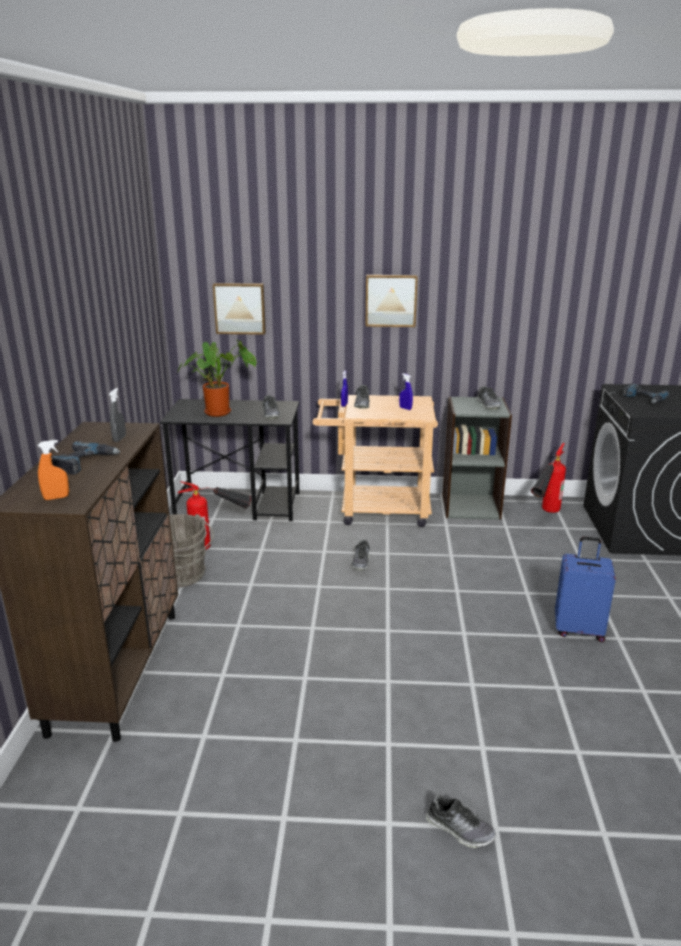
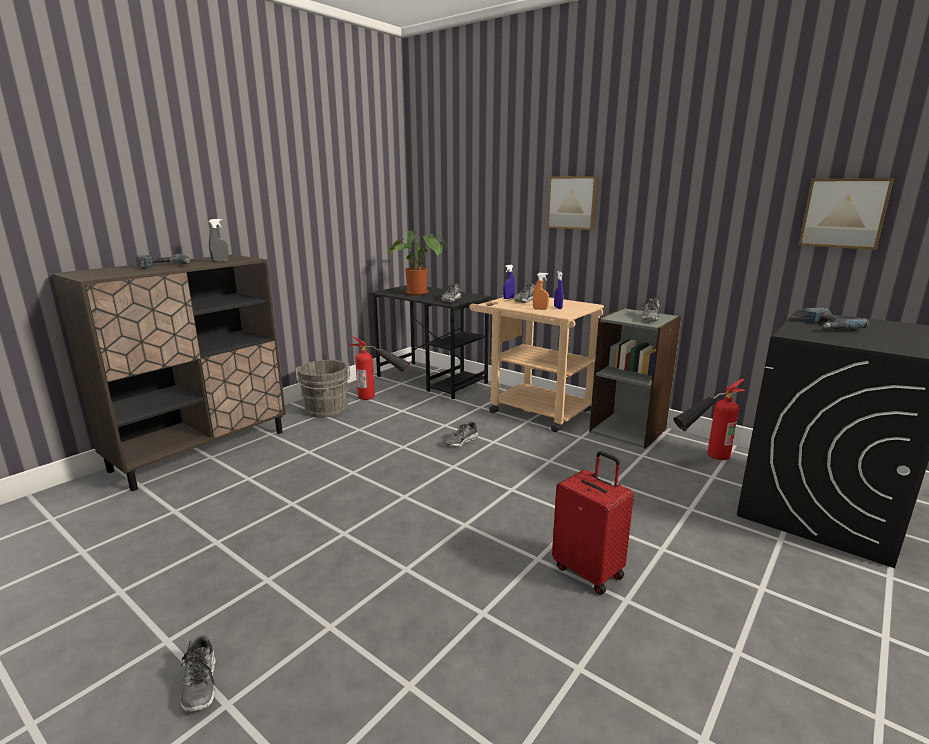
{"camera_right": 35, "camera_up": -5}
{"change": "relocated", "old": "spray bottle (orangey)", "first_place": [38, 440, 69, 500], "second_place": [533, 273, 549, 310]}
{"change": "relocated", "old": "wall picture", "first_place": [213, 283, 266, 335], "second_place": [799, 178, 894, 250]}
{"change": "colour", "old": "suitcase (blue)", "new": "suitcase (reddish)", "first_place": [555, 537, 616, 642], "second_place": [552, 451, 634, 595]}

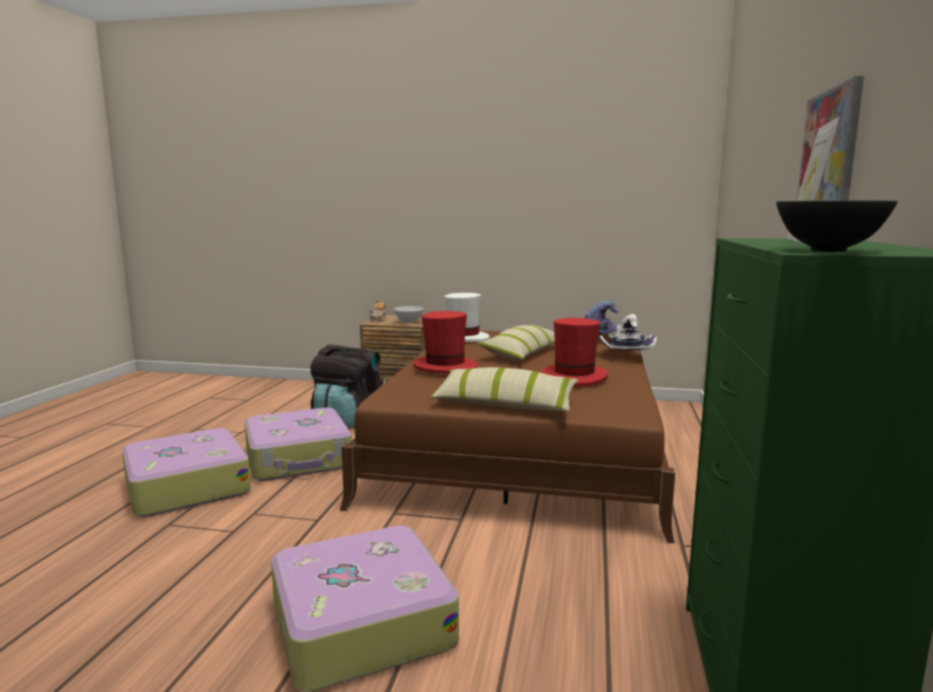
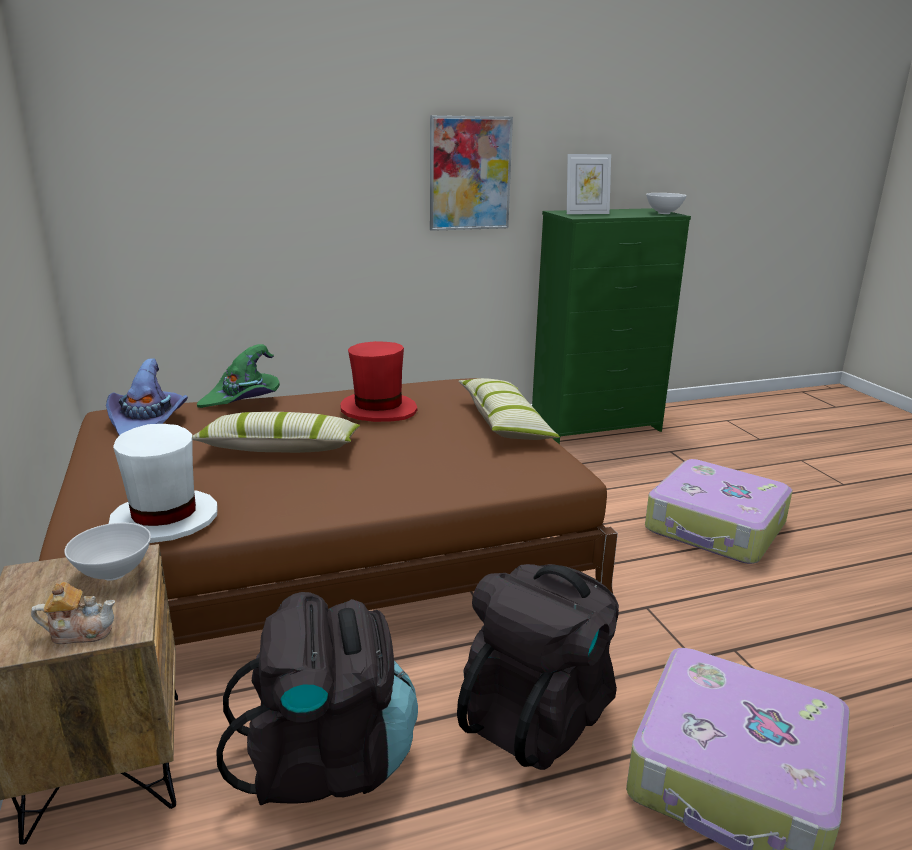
{"camera_right": -120, "camera_up": 10}
{"change": "exchanged", "old": "suitcase", "new": "knapsack (blackish)", "first_place": [244, 407, 352, 481], "second_place": [457, 564, 619, 770]}
{"change": "missing", "old": "clothing hat (reddish)", "first_place": [413, 311, 477, 374]}
{"change": "colour", "old": "clothing hat (white-coloured)", "new": "clothing hat (green)", "first_place": [600, 314, 657, 350], "second_place": [197, 344, 280, 408]}
{"change": "colour", "old": "deep dish (blackish)", "new": "deep dish (white-coloured)", "first_place": [776, 201, 897, 252], "second_place": [646, 193, 687, 214]}

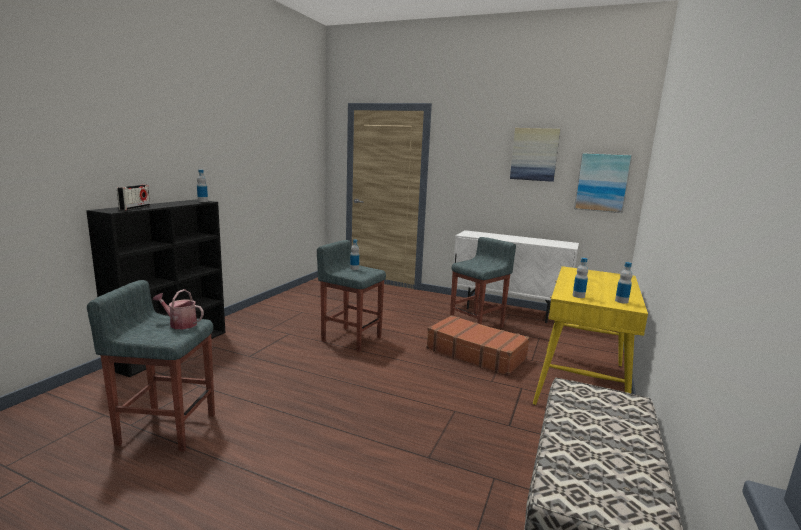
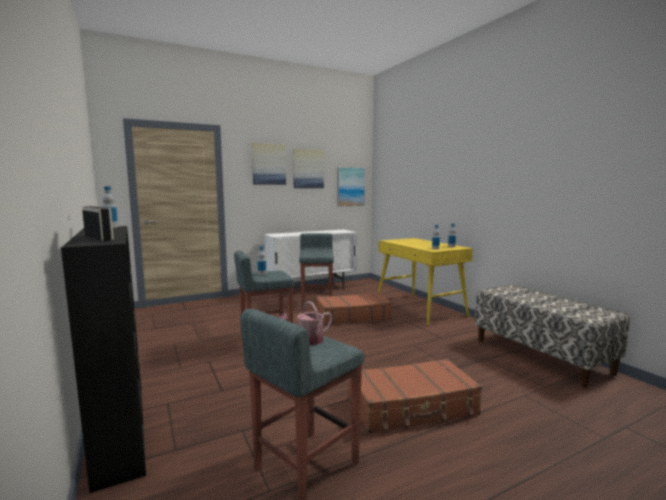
{"camera_right": -50, "camera_up": -5}
{"change": "appeared", "new": "wall picture", "second_place": [252, 143, 286, 185]}
{"change": "appeared", "new": "suitcase (brown-coloured)", "second_place": [348, 359, 482, 433]}

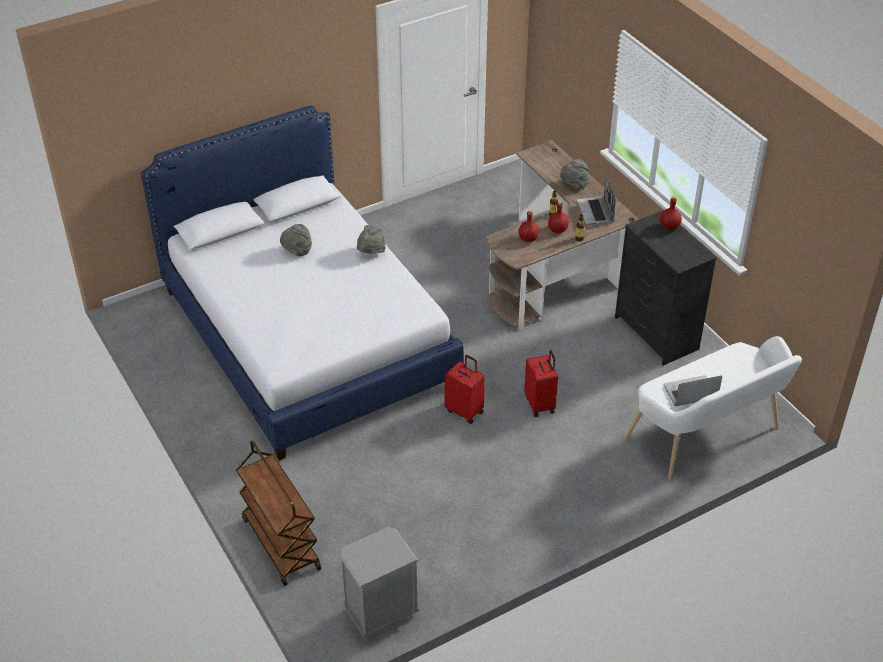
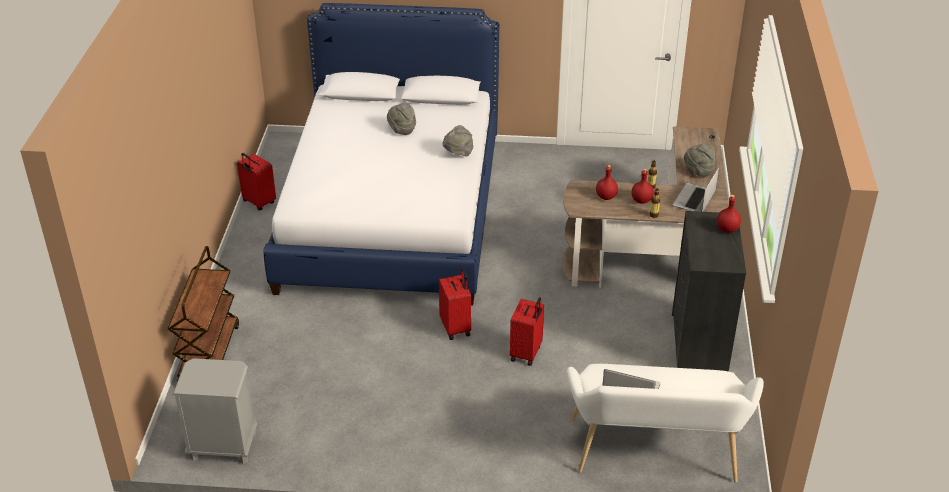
{"camera_right": 35, "camera_up": -5}
{"change": "appeared", "new": "suitcase (reddish)", "second_place": [237, 153, 276, 210]}

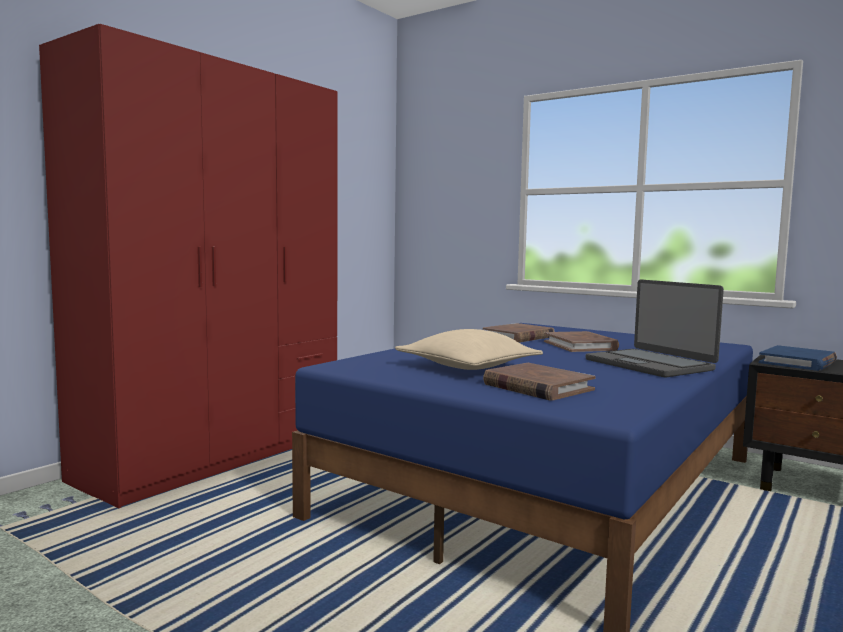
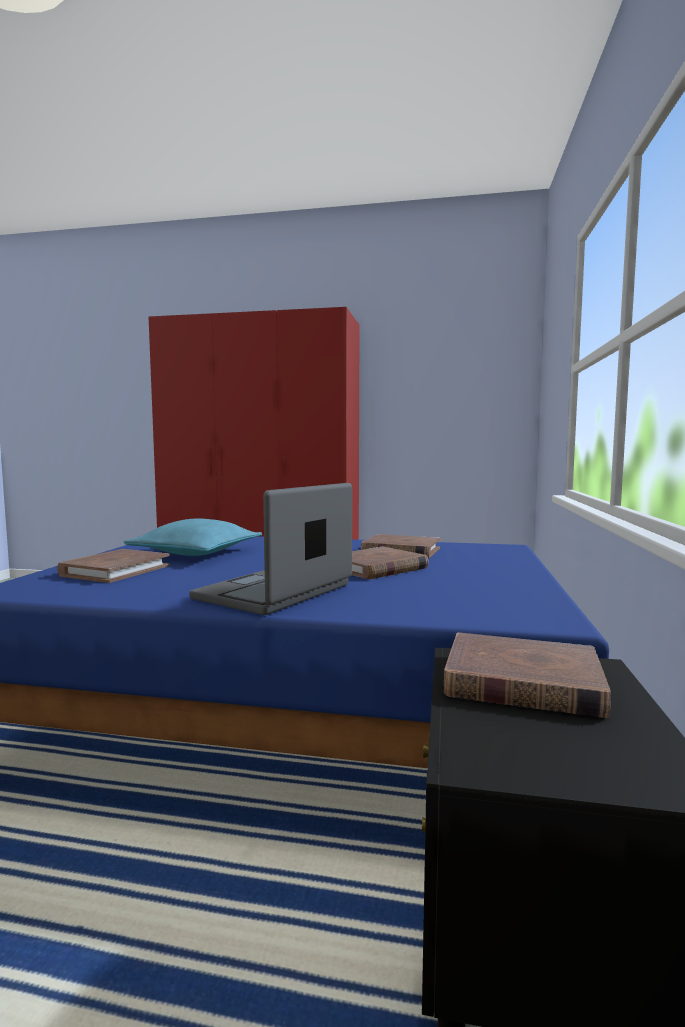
{"camera_right": 65, "camera_up": 0}
{"change": "colour", "old": "cushion (beige-coloured)", "new": "cushion (blue-green)", "first_place": [395, 329, 543, 370], "second_place": [123, 518, 262, 556]}
{"change": "colour", "old": "bound book (blue)", "new": "bound book (brown-coloured)", "first_place": [759, 345, 837, 371], "second_place": [444, 632, 611, 718]}

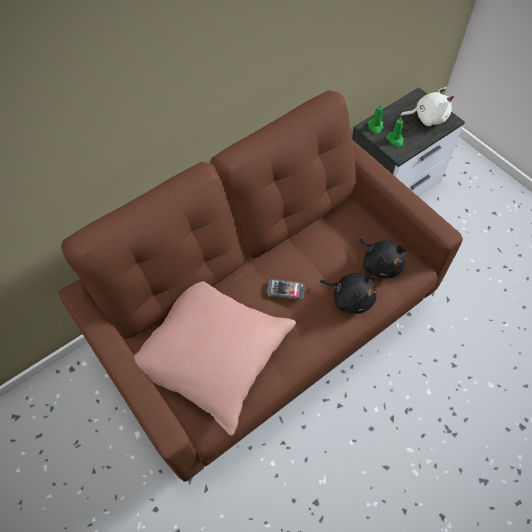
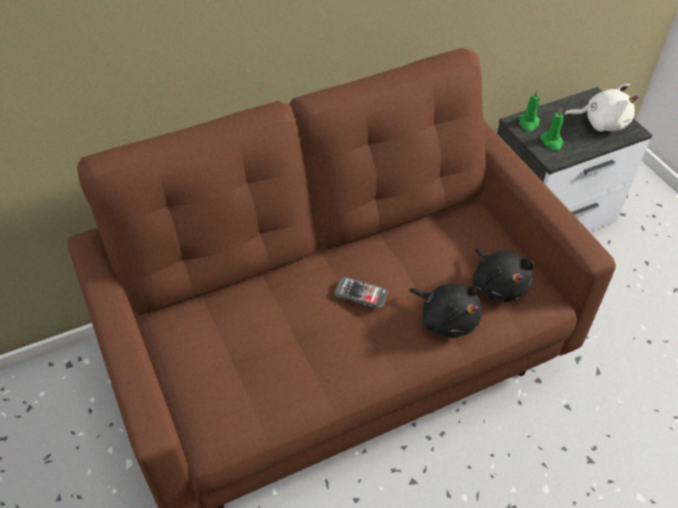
{"camera_right": 10, "camera_up": -10}
{"change": "missing", "old": "cushion (pink)", "first_place": [134, 281, 296, 436]}

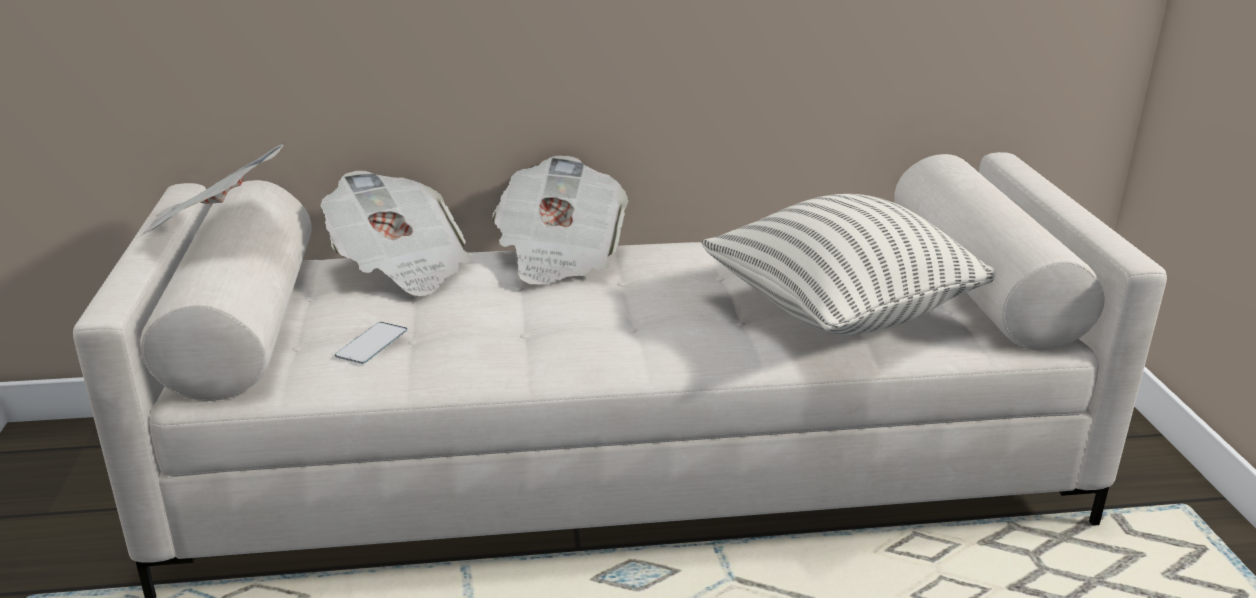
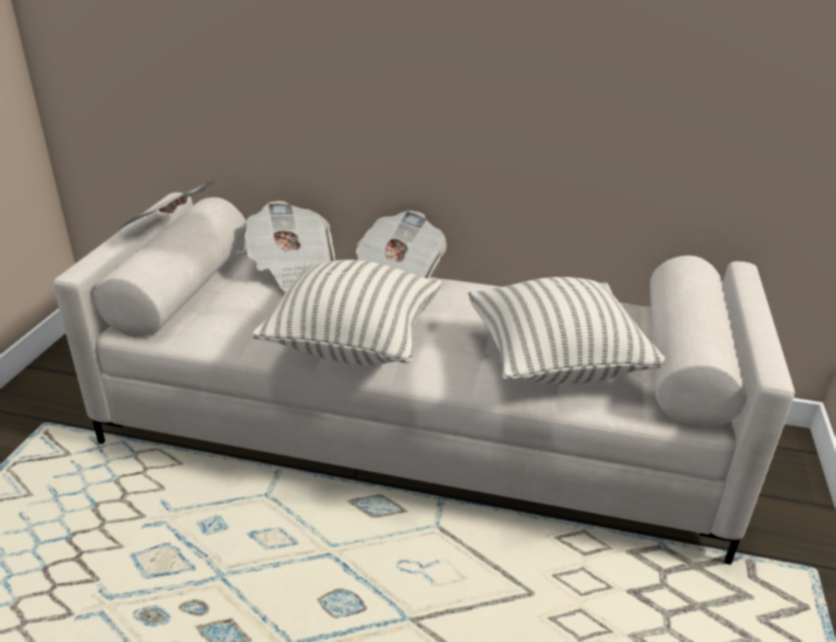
{"camera_right": 20, "camera_up": 5}
{"change": "missing", "old": "handset", "first_place": [335, 322, 407, 364]}
{"change": "appeared", "new": "cushion", "second_place": [252, 260, 442, 365]}

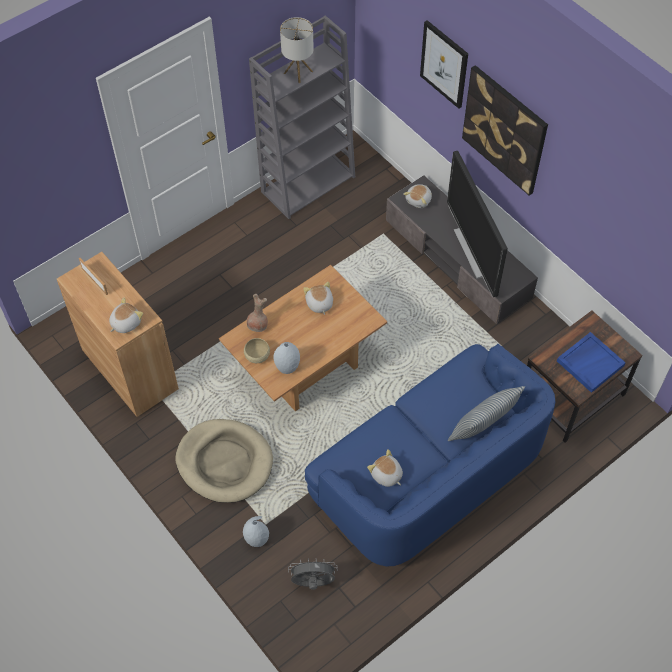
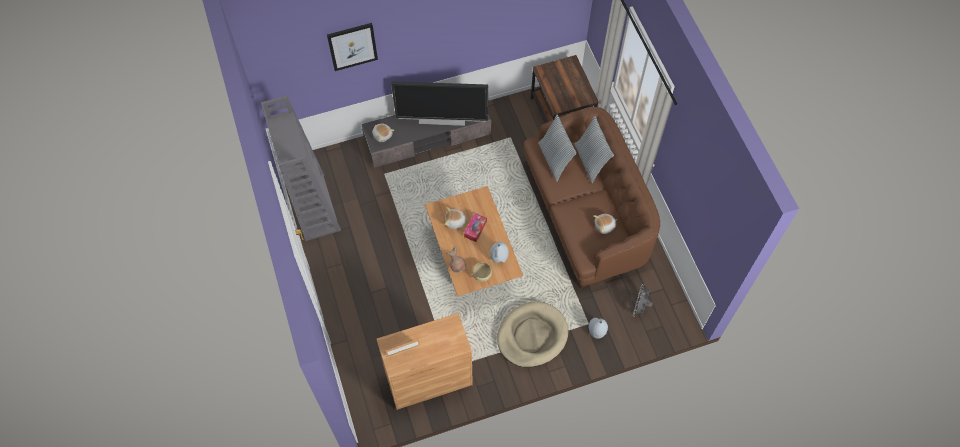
{"camera_right": -70, "camera_up": 5}
{"change": "missing", "old": "cuddly toy", "first_place": [109, 297, 143, 333]}
{"change": "missing", "old": "table lamp", "first_place": [280, 17, 314, 83]}
{"change": "colour", "old": "couch (blue)", "new": "couch (brown-coloured)", "first_place": [305, 344, 555, 567], "second_place": [524, 107, 660, 288]}
{"change": "missing", "old": "wall picture", "first_place": [462, 65, 548, 196]}
{"change": "missing", "old": "tray (blue)", "first_place": [557, 332, 626, 393]}
{"change": "appeared", "new": "tissue holder", "second_place": [464, 213, 487, 242]}
{"change": "appeared", "new": "cushion", "second_place": [538, 115, 577, 182]}

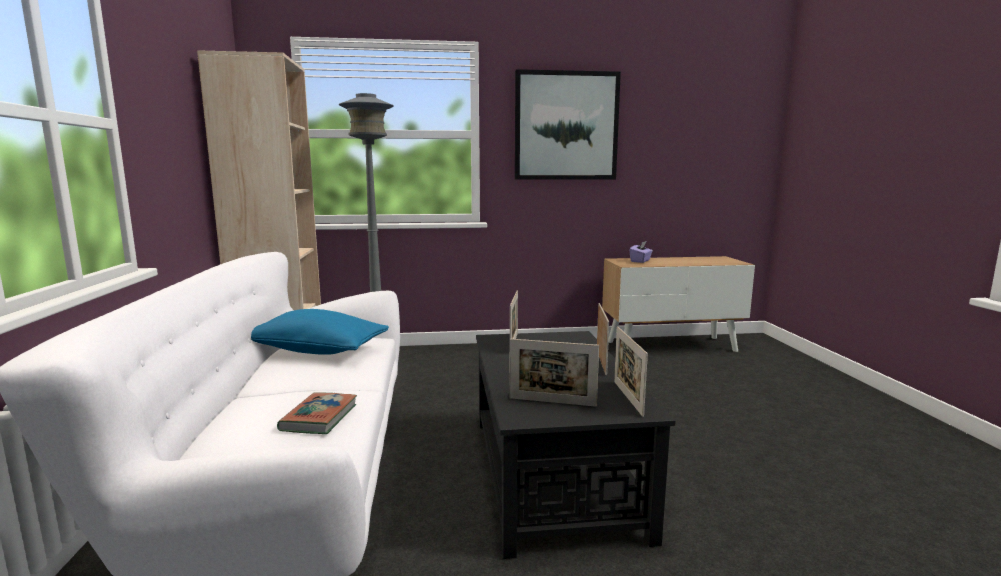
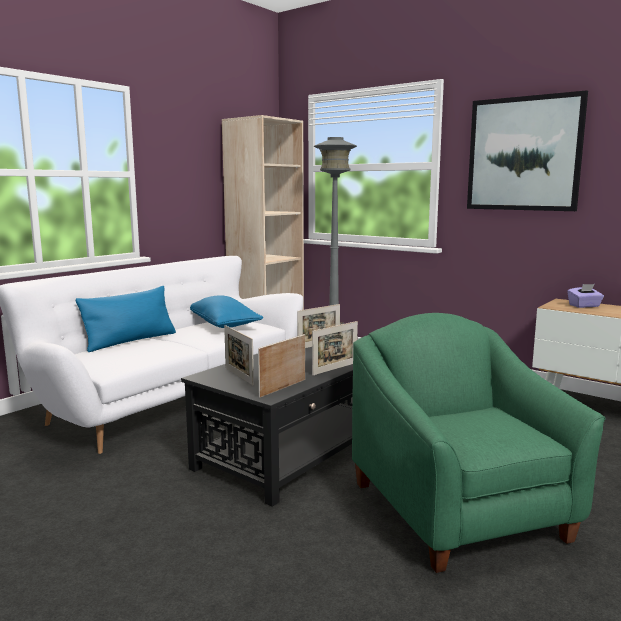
{"camera_right": 45, "camera_up": 0}
{"change": "missing", "old": "bound book", "first_place": [277, 392, 357, 434]}
{"change": "appeared", "new": "cushion (blue)", "second_place": [76, 286, 176, 352]}
{"change": "appeared", "new": "easy chair (green)", "second_place": [352, 313, 606, 573]}

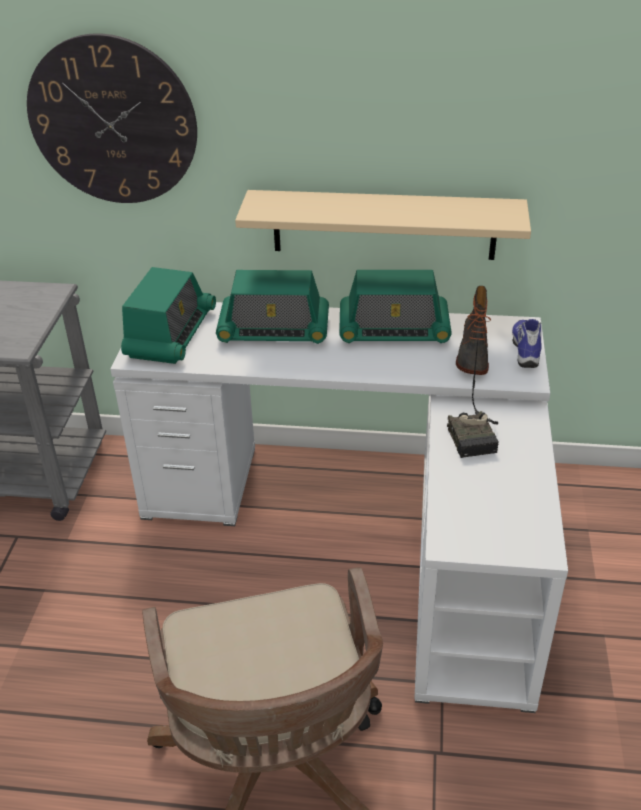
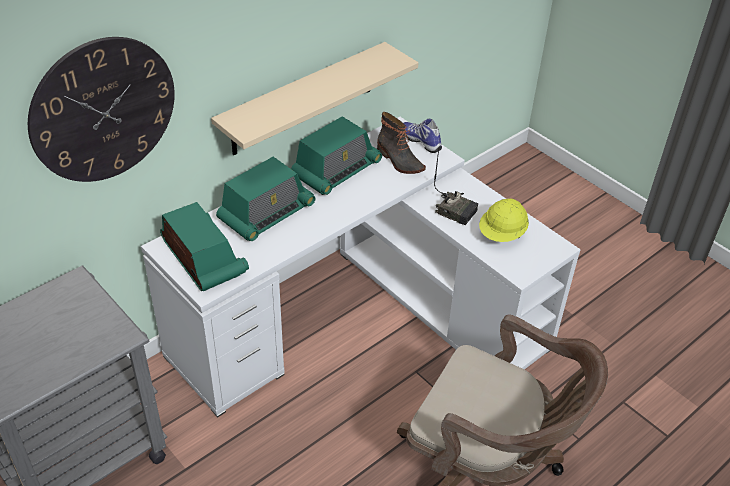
{"camera_right": -50, "camera_up": 5}
{"change": "appeared", "new": "hard hat (yellow)", "second_place": [479, 198, 529, 242]}

